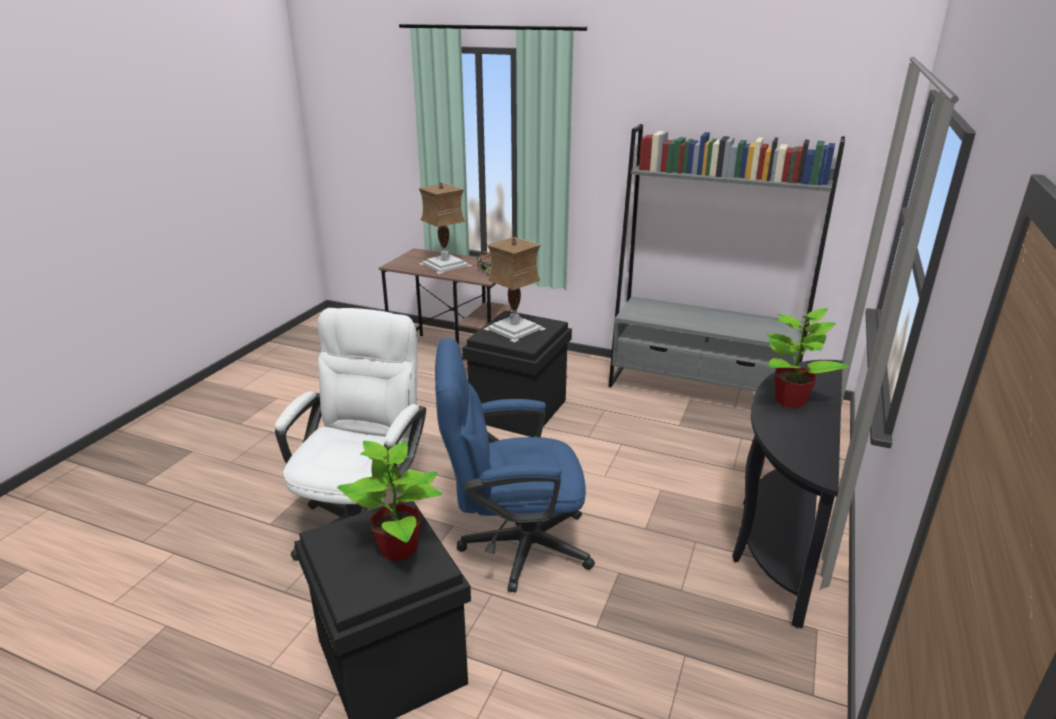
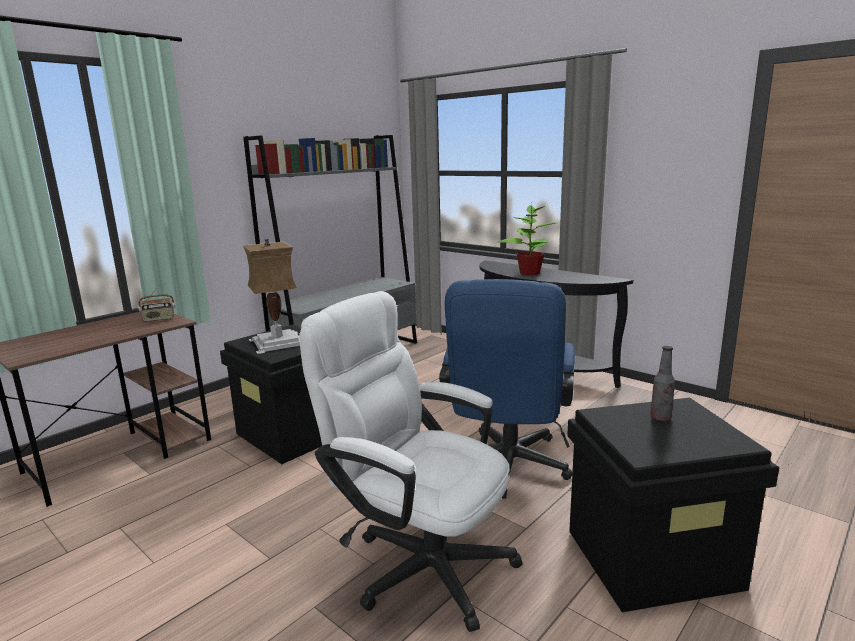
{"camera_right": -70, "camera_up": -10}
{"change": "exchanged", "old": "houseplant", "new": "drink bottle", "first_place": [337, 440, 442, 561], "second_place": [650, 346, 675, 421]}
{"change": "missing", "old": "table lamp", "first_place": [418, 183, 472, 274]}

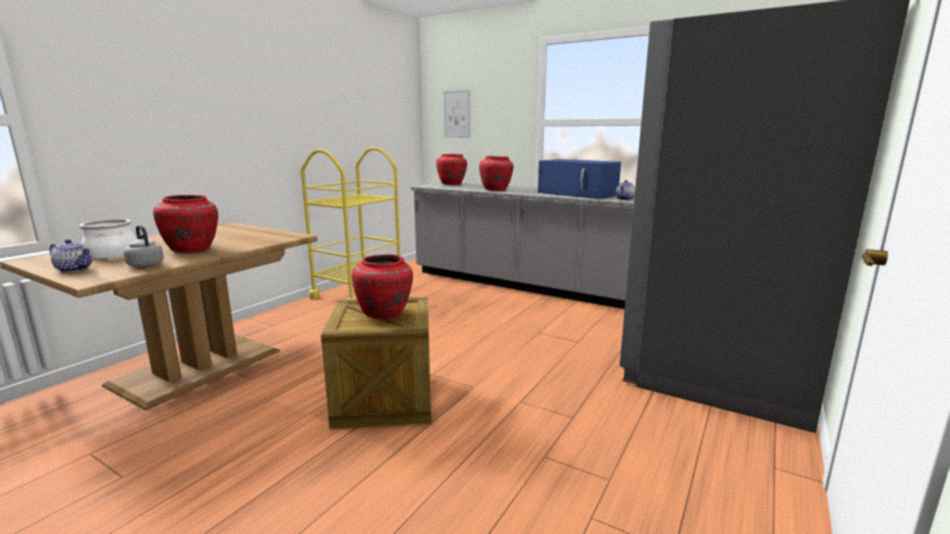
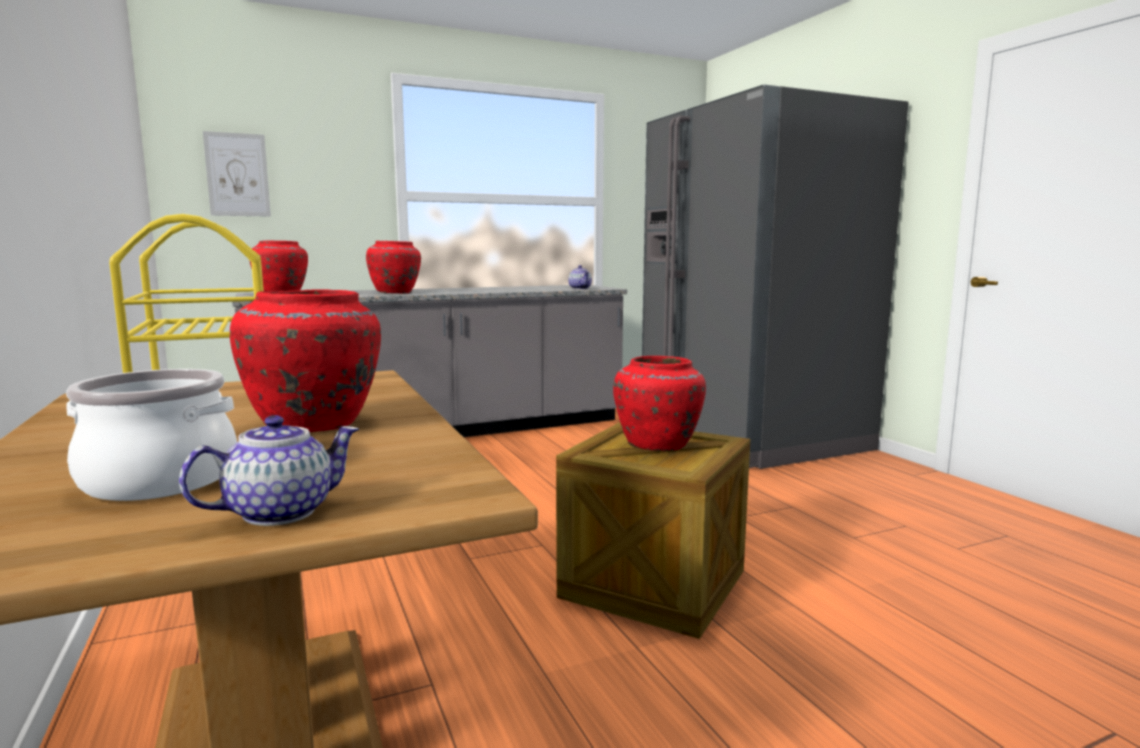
{"camera_right": -55, "camera_up": -5}
{"change": "missing", "old": "tea kettle (grey)", "first_place": [123, 225, 164, 267]}
{"change": "missing", "old": "microwave oven (blue)", "first_place": [538, 159, 621, 199]}

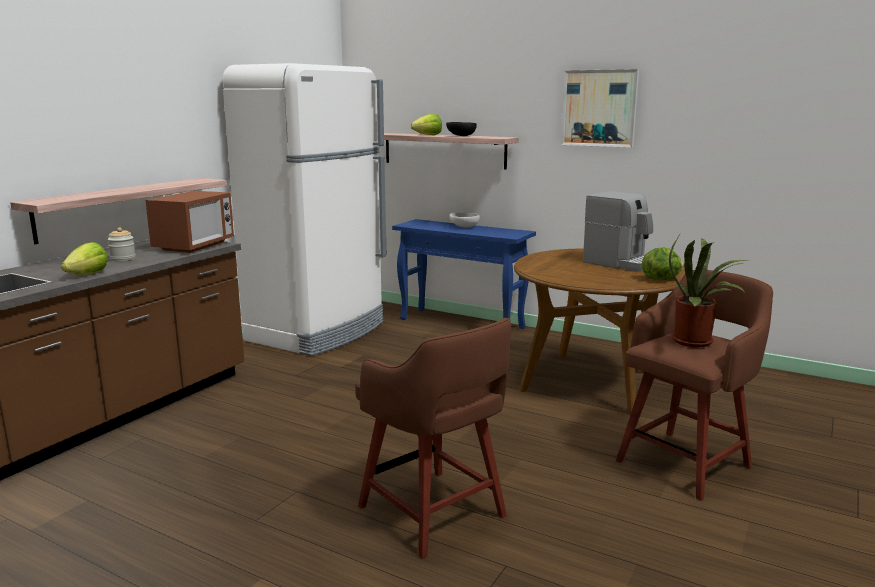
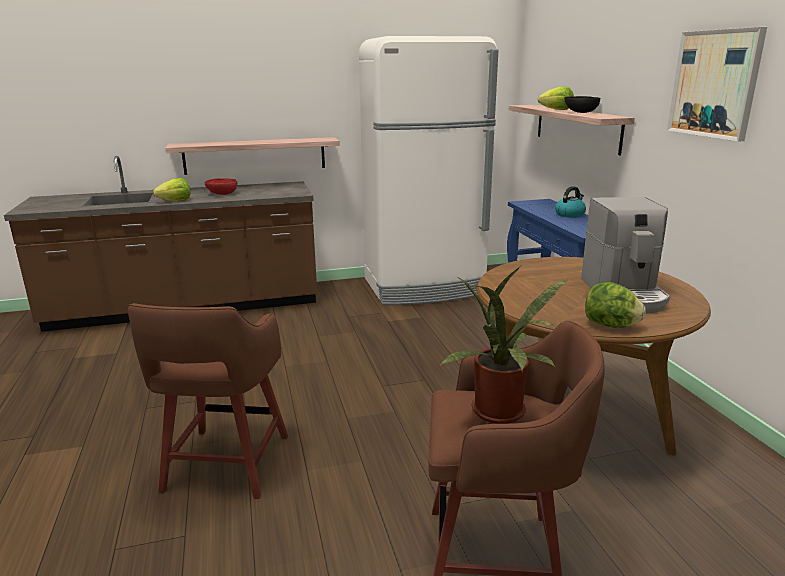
{"camera_right": 45, "camera_up": 5}
{"change": "exchanged", "old": "jar", "new": "deep dish (reddish)", "first_place": [108, 228, 136, 261], "second_place": [205, 178, 237, 195]}
{"change": "missing", "old": "microwave oven", "first_place": [145, 191, 234, 253]}
{"change": "exchanged", "old": "deep dish (white-coloured)", "new": "tea kettle", "first_place": [449, 213, 480, 227], "second_place": [555, 186, 586, 218]}

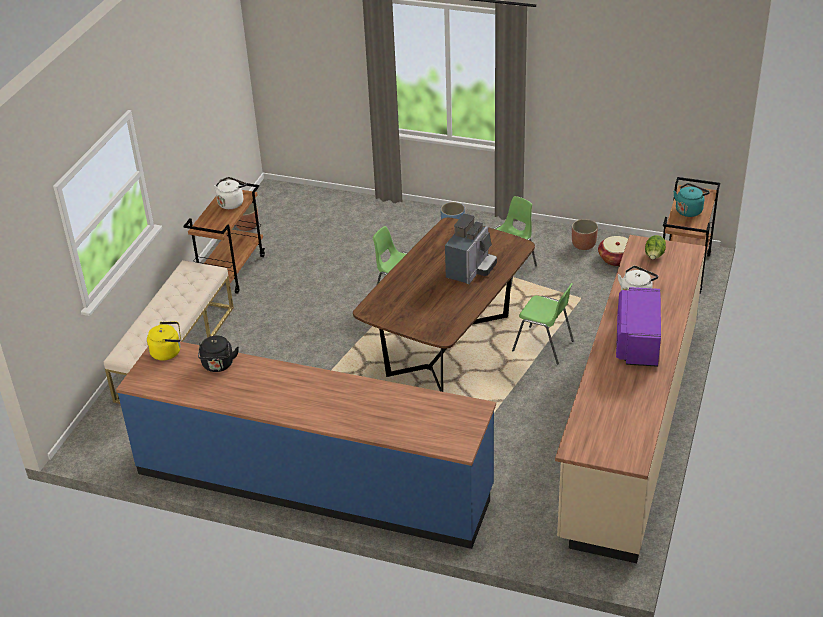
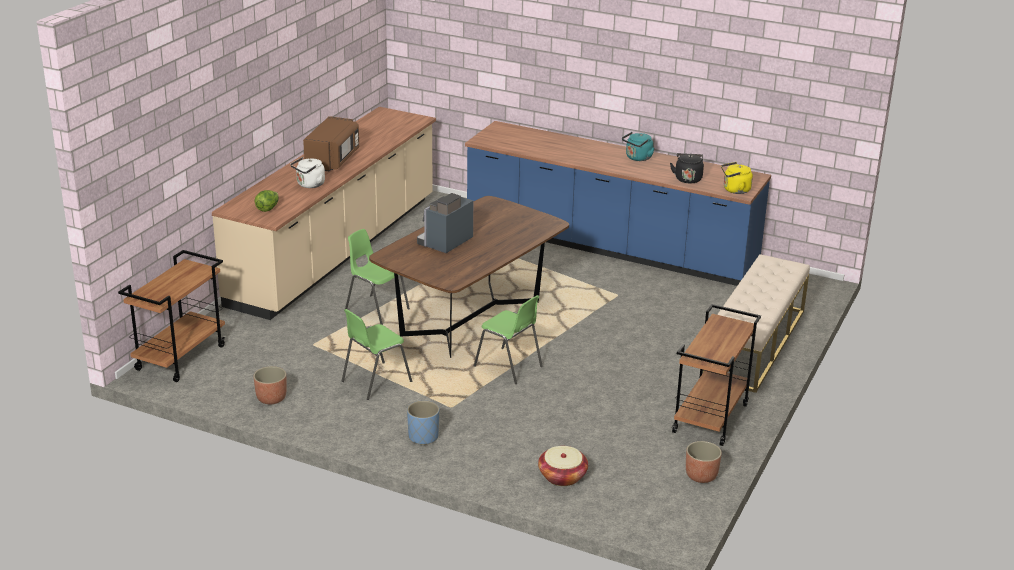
{"camera_right": -175, "camera_up": -10}
{"change": "missing", "old": "tea kettle (white-coloured)", "first_place": [214, 177, 247, 209]}
{"change": "relocated", "old": "storage basket", "first_place": [598, 236, 628, 266], "second_place": [538, 446, 588, 486]}
{"change": "colour", "old": "microwave oven (purple)", "new": "microwave oven (brown-coloured)", "first_place": [616, 287, 661, 367], "second_place": [303, 116, 359, 171]}
{"change": "relocated", "old": "tea kettle (blue-green)", "first_place": [673, 183, 710, 217], "second_place": [622, 132, 654, 161]}

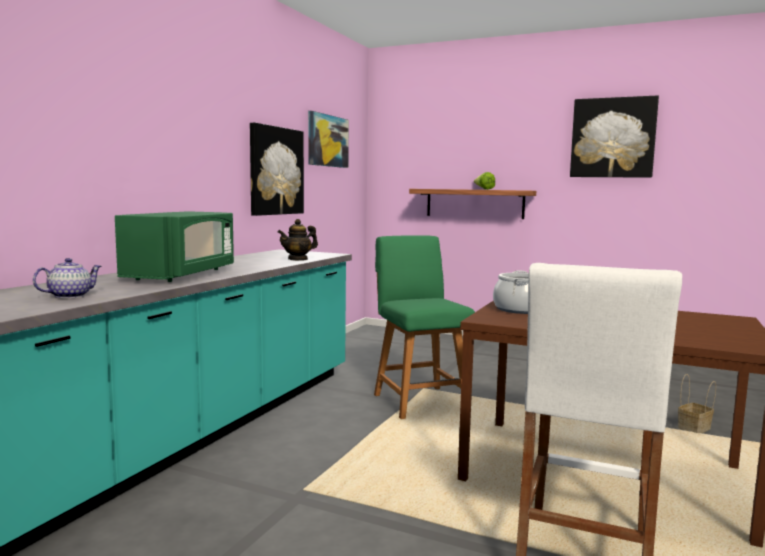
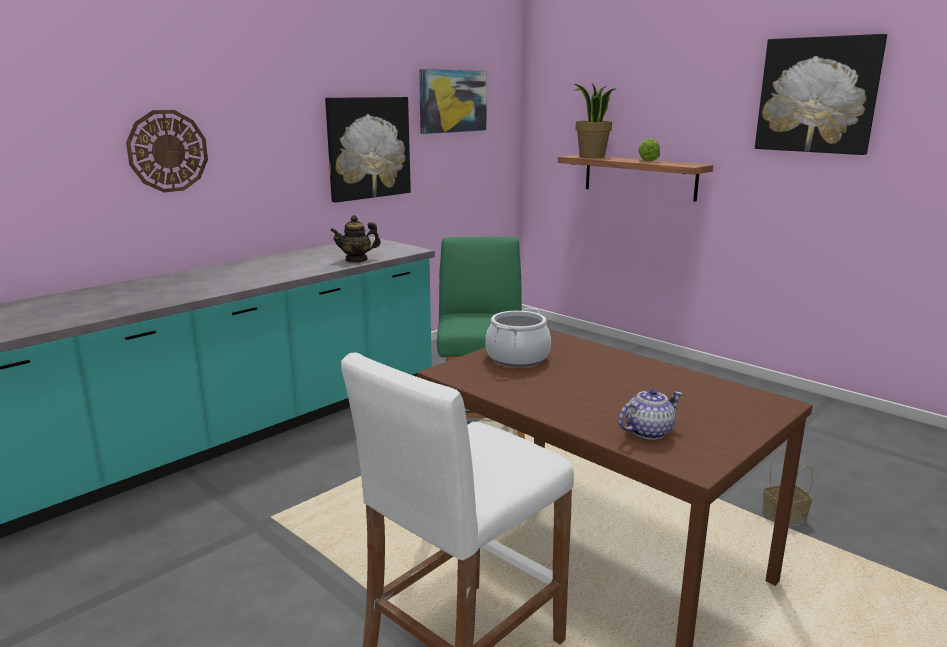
{"camera_right": 20, "camera_up": 10}
{"change": "relocated", "old": "pot for tea", "first_place": [33, 258, 102, 299], "second_place": [618, 388, 683, 440]}
{"change": "missing", "old": "microwave oven (green)", "first_place": [115, 211, 234, 282]}
{"change": "appeared", "new": "clock on the wall", "second_place": [126, 110, 208, 192]}
{"change": "appeared", "new": "houseplant", "second_place": [575, 83, 617, 158]}

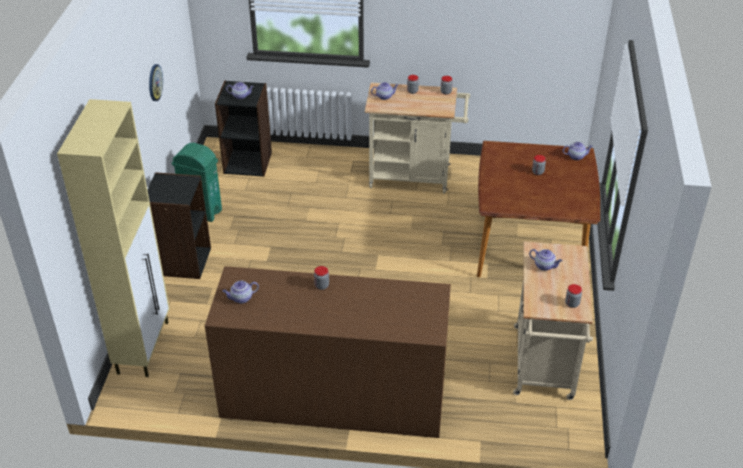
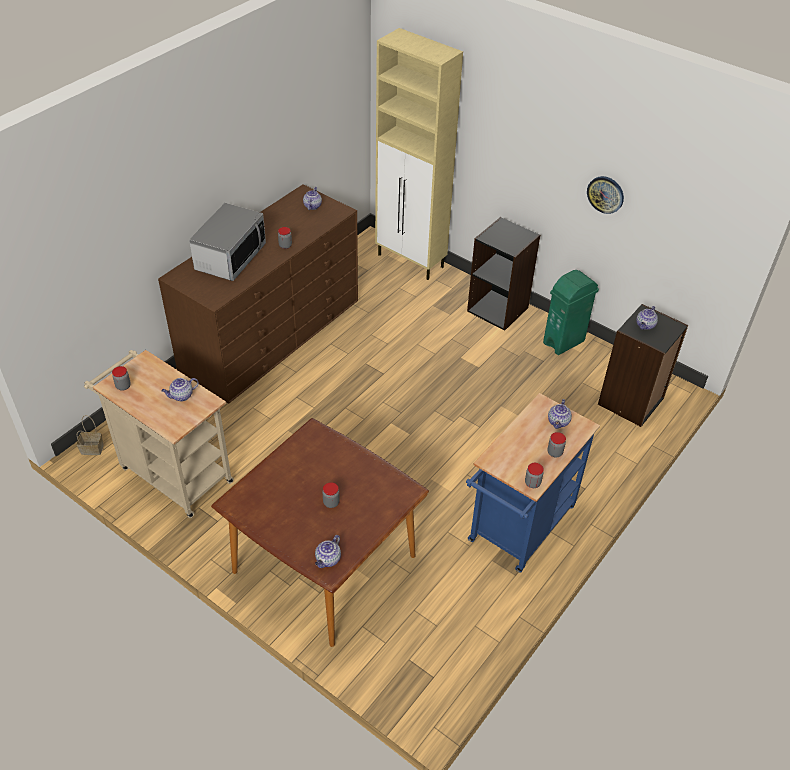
{"camera_right": 120, "camera_up": 5}
{"change": "colour", "old": "cart (beige-coloured)", "new": "cart (blue)", "first_place": [365, 83, 470, 193], "second_place": [466, 393, 600, 572]}
{"change": "appeared", "new": "storage basket", "second_place": [77, 415, 104, 455]}
{"change": "appeared", "new": "microwave oven", "second_place": [189, 203, 266, 281]}

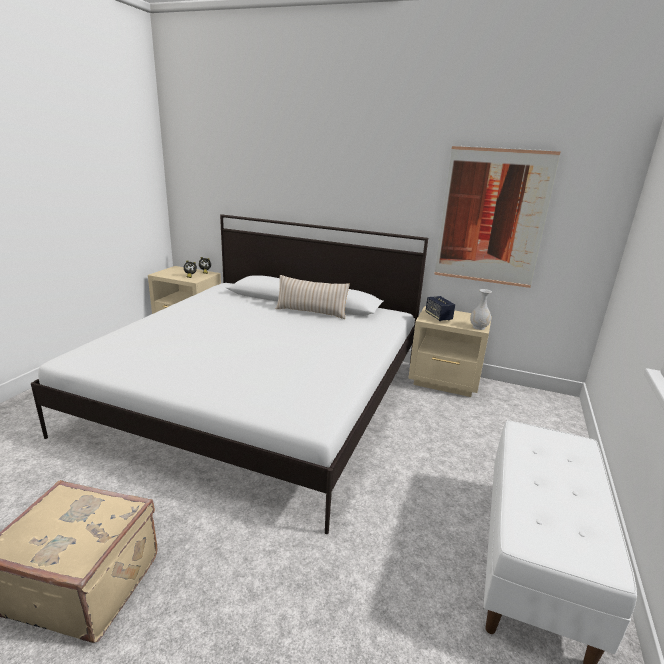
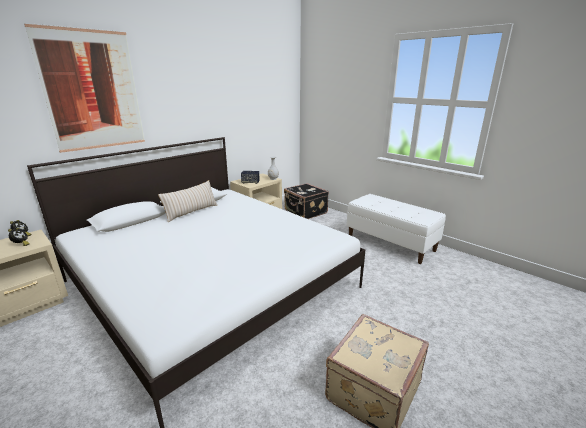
{"camera_right": -65, "camera_up": 0}
{"change": "relocated", "old": "wall picture", "first_place": [434, 146, 560, 288], "second_place": [24, 24, 145, 153]}
{"change": "appeared", "new": "suitcase (blackish)", "second_place": [284, 183, 329, 219]}

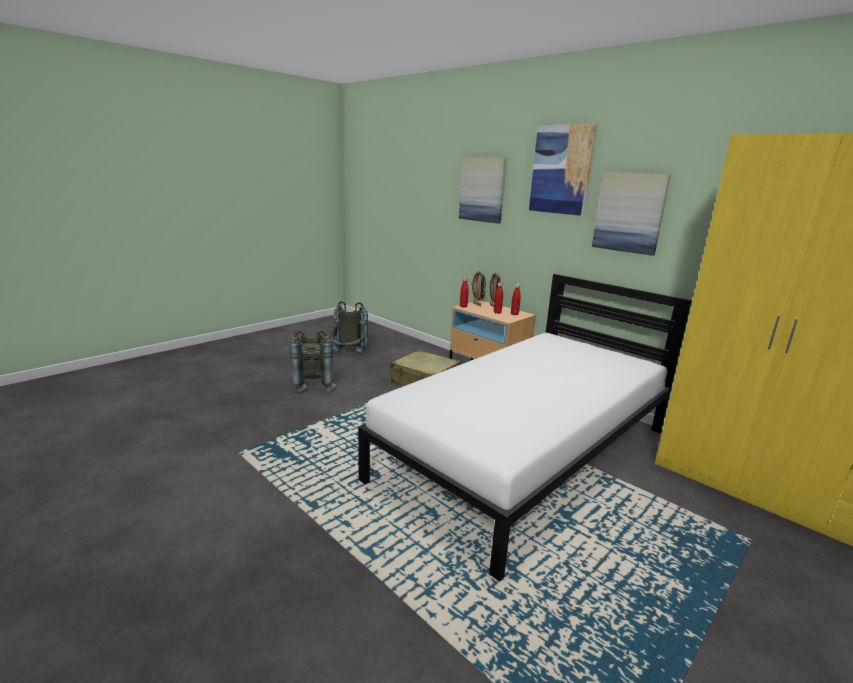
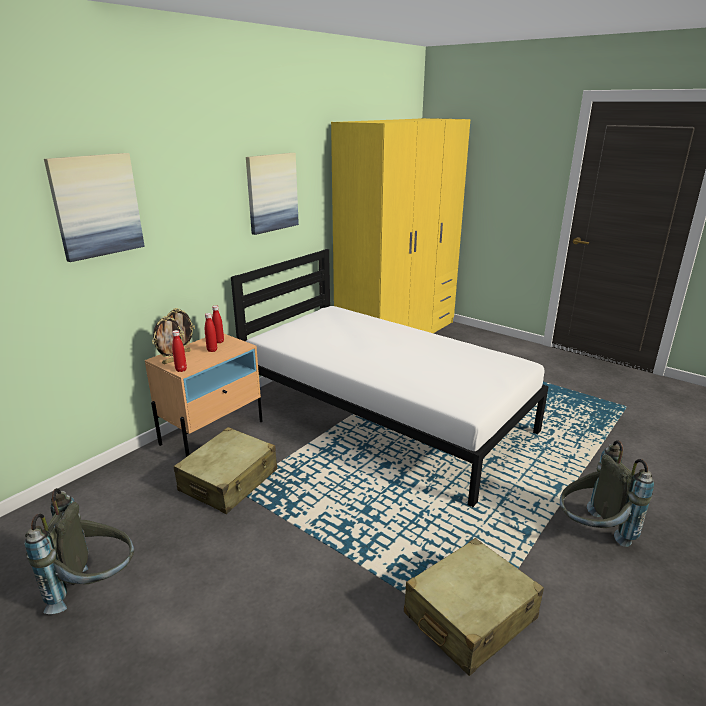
{"camera_right": -95, "camera_up": 5}
{"change": "relocated", "old": "knapsack (grey)", "first_place": [289, 331, 336, 392], "second_place": [560, 440, 654, 547]}
{"change": "missing", "old": "wall picture", "first_place": [529, 124, 597, 216]}
{"change": "appeared", "new": "suitcase (beige-coloured)", "second_place": [404, 538, 544, 676]}

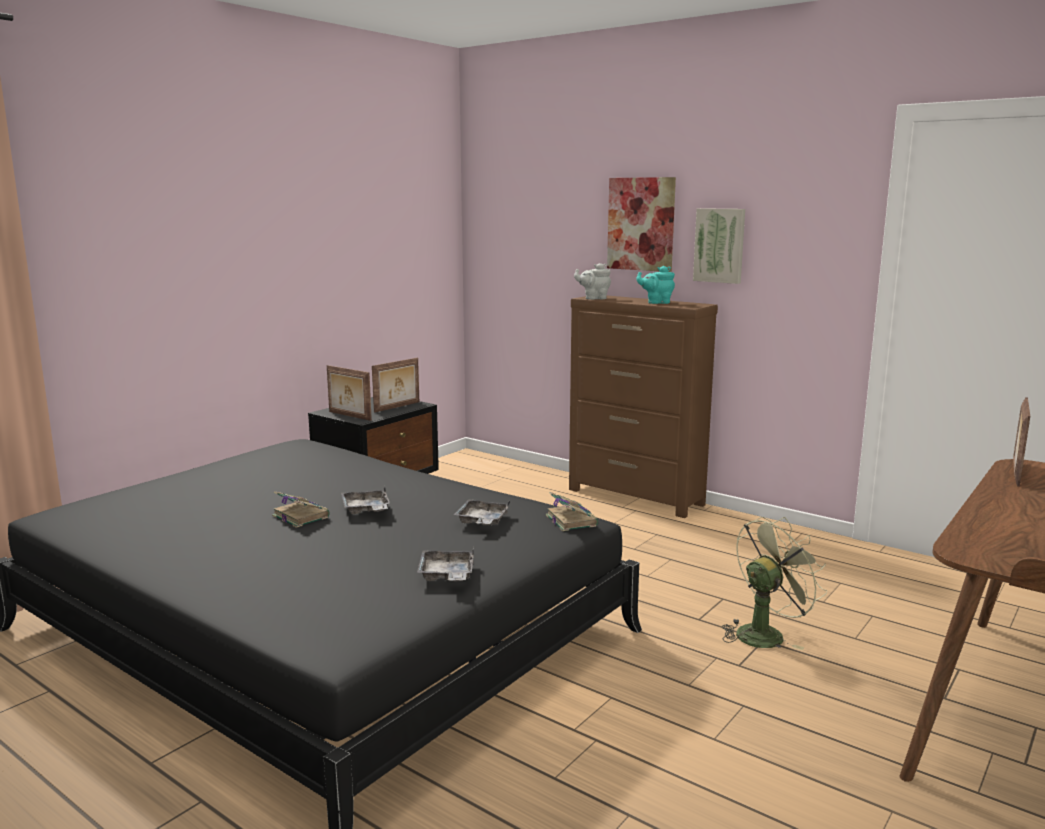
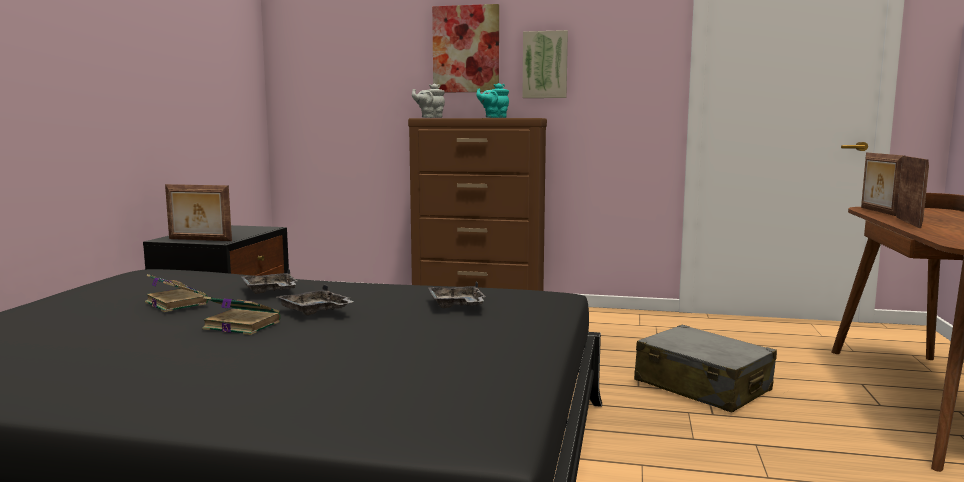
{"camera_right": -25, "camera_up": -5}
{"change": "relocated", "old": "photo frame", "first_place": [372, 358, 419, 413], "second_place": [896, 156, 929, 228]}
{"change": "relocated", "old": "tray (grey)", "first_place": [417, 547, 474, 581], "second_place": [241, 268, 297, 294]}
{"change": "relocated", "old": "bound book", "first_place": [546, 491, 598, 531], "second_place": [145, 274, 208, 312]}
{"change": "exchanged", "old": "cooling fan (green)", "new": "suitcase (grey)", "first_place": [722, 517, 827, 650], "second_place": [634, 325, 777, 413]}

